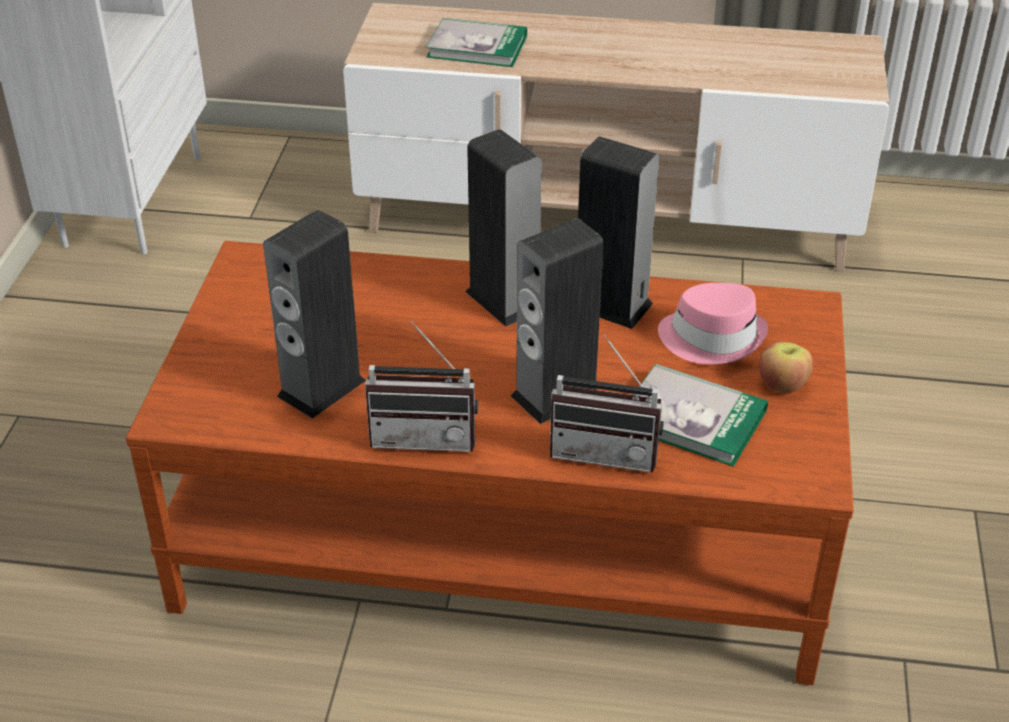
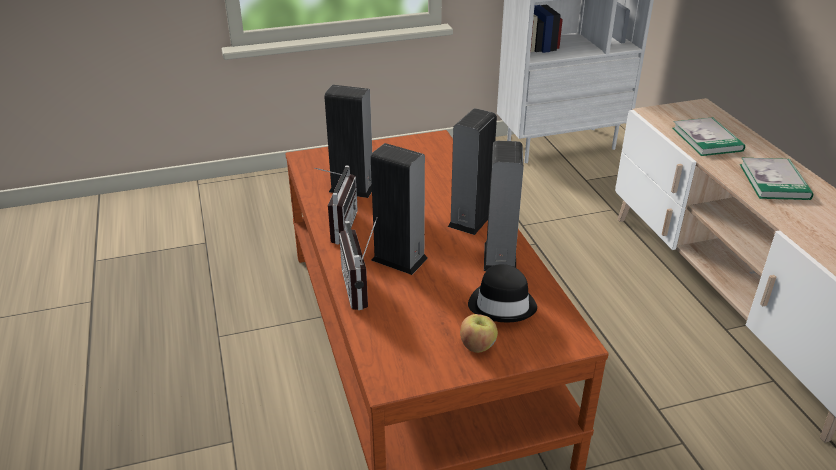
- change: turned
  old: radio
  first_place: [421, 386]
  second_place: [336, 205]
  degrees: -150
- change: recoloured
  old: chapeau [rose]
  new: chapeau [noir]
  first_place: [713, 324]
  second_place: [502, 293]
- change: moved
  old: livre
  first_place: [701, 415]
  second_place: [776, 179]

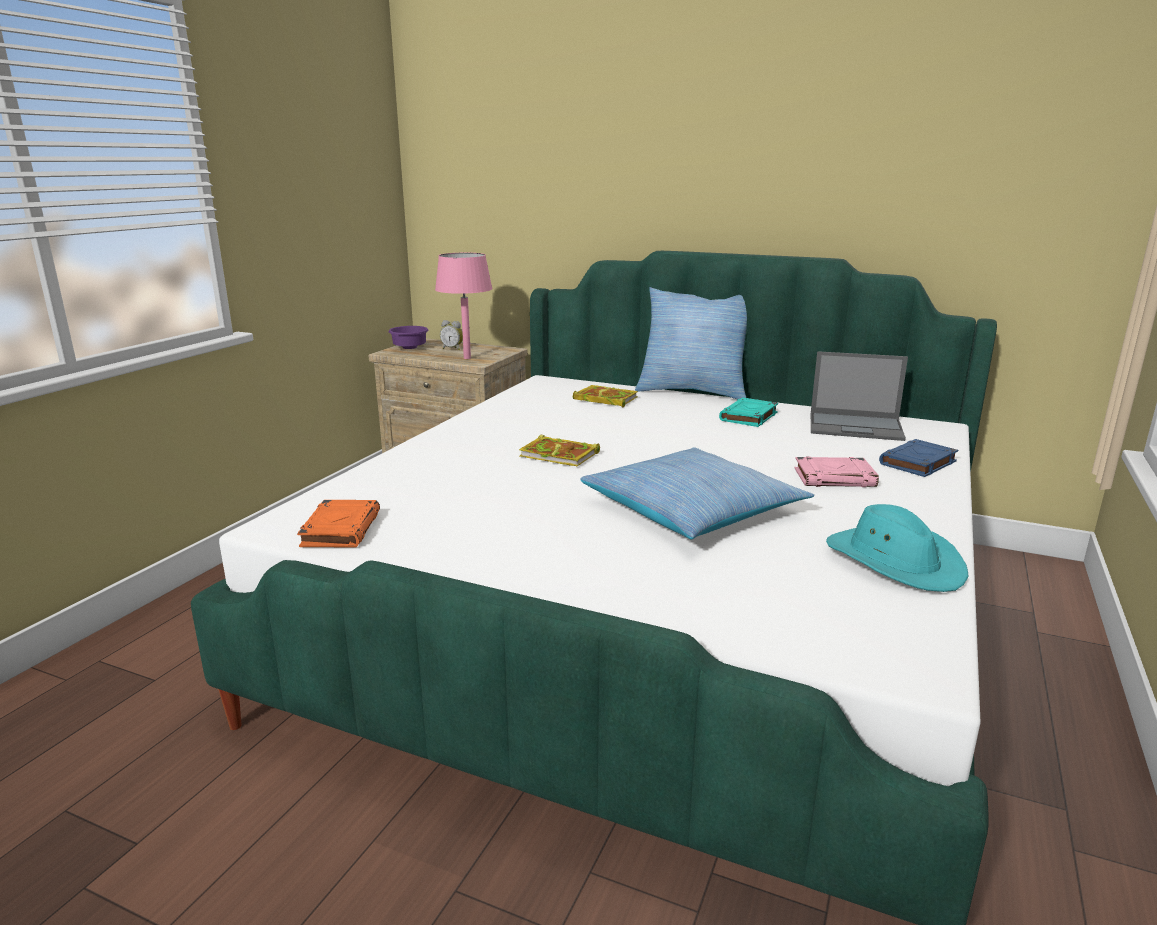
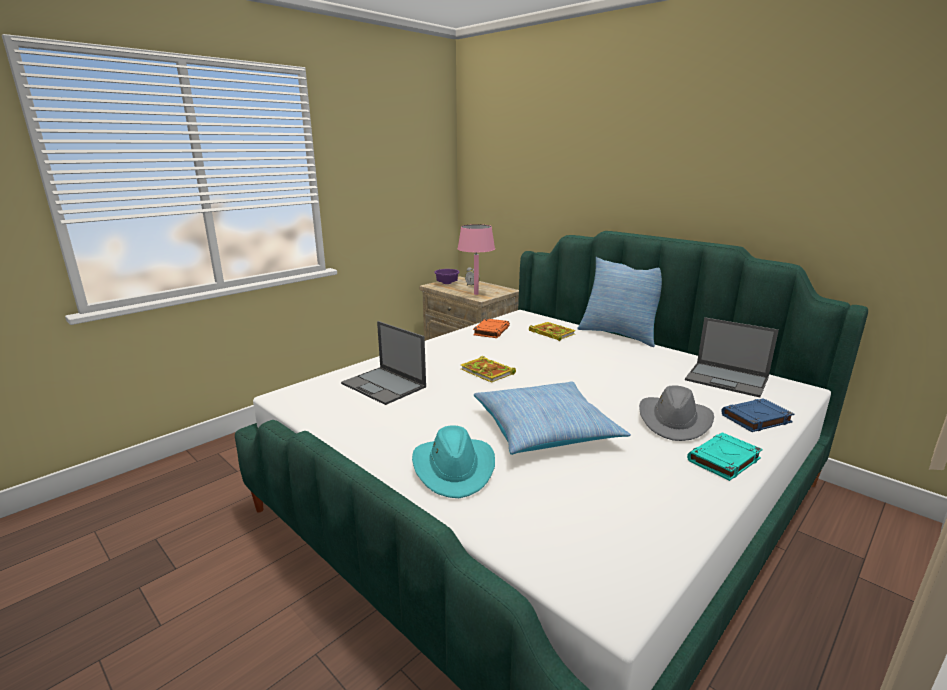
- change: added
  new: ordinateur portable
  second_place: [383, 363]
- change: moved
  old: chapeau [turquoise]
  first_place: [897, 548]
  second_place: [453, 461]
- change: moved
  old: livre [orange]
  first_place: [338, 524]
  second_place: [491, 328]
- change: replaced
  old: livre [rose]
  new: chapeau [gris]
  first_place: [836, 471]
  second_place: [676, 413]
- change: moved
  old: livre [turquoise]
  first_place: [748, 412]
  second_place: [725, 456]

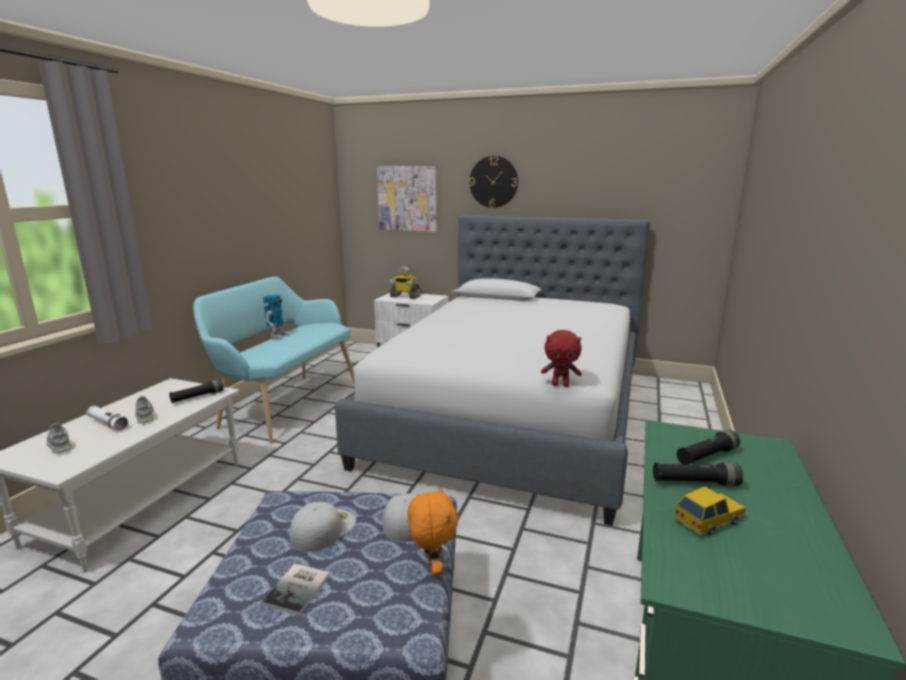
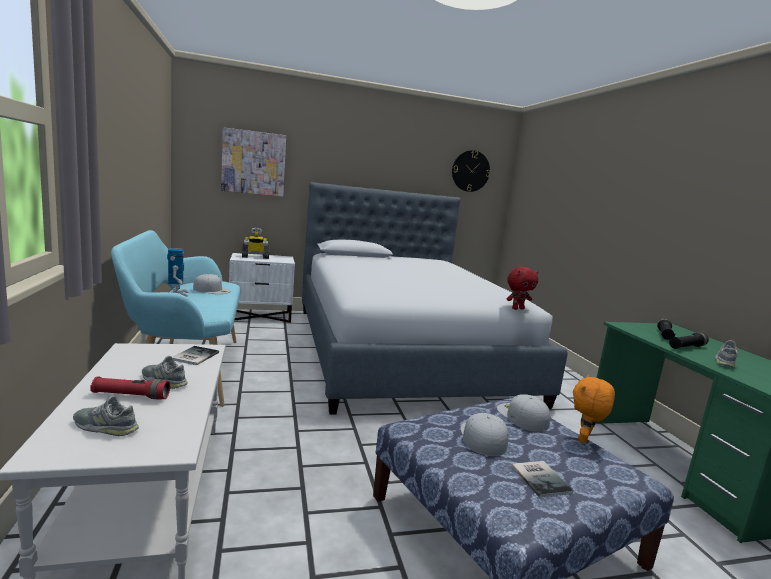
- change: recoloured
  old: lampe de poche [blanc]
  new: lampe de poche [rouge]
  first_place: [107, 418]
  second_place: [130, 388]
- change: replaced
  old: lampe de poche [noir]
  new: livre
  first_place: [196, 391]
  second_place: [195, 355]
- change: added
  new: casquette [blanc]
  second_place: [212, 284]
- change: moved
  old: horloge murale
  first_place: [493, 182]
  second_place: [471, 171]
- change: turned
  old: peluche [orange]
  first_place: [432, 531]
  second_place: [594, 409]
  degrees: -105
- change: replaced
  old: petite voiture
  new: chaussure [gris]
  first_place: [710, 511]
  second_place: [726, 354]

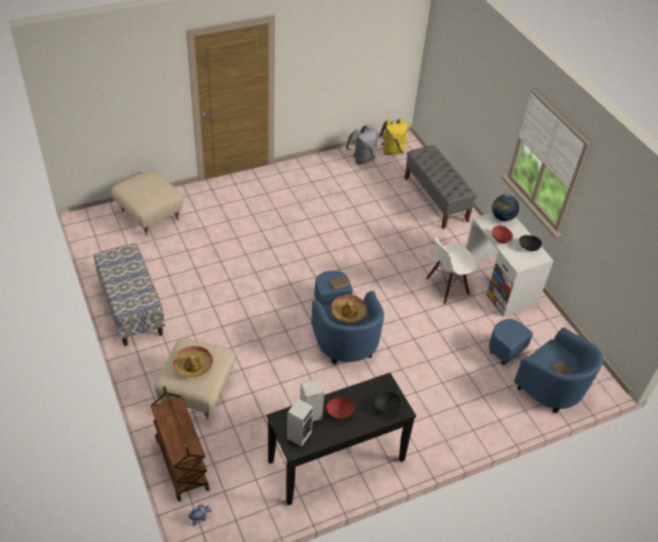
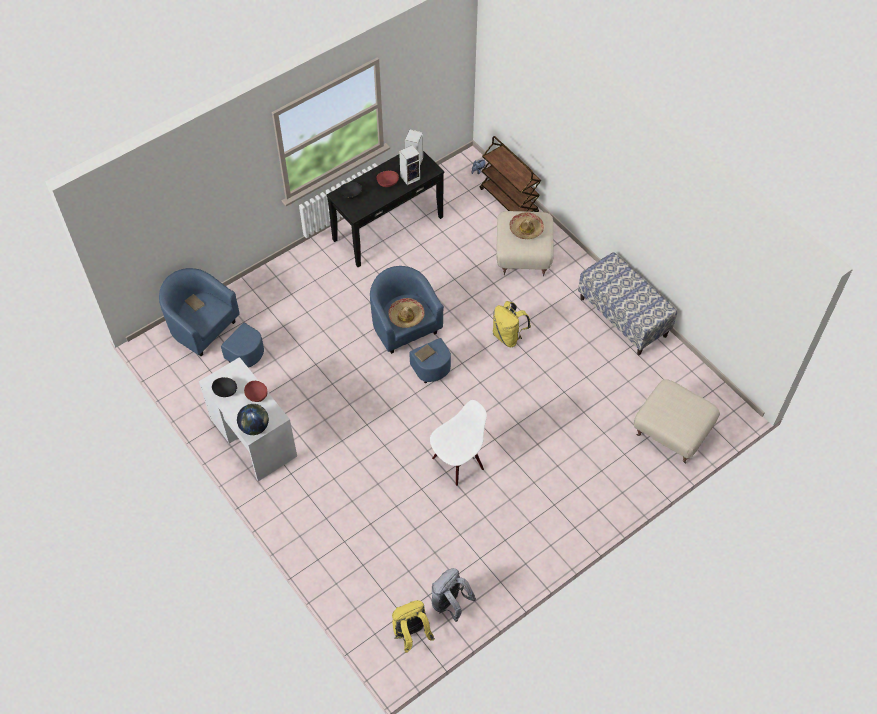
- change: moved
  old: chaise [blanc]
  first_place: [452, 270]
  second_place: [458, 443]
- change: added
  new: sac à dos [jaune]
  second_place: [512, 324]
- change: removed
  old: banc [gris]
  first_place: [441, 187]

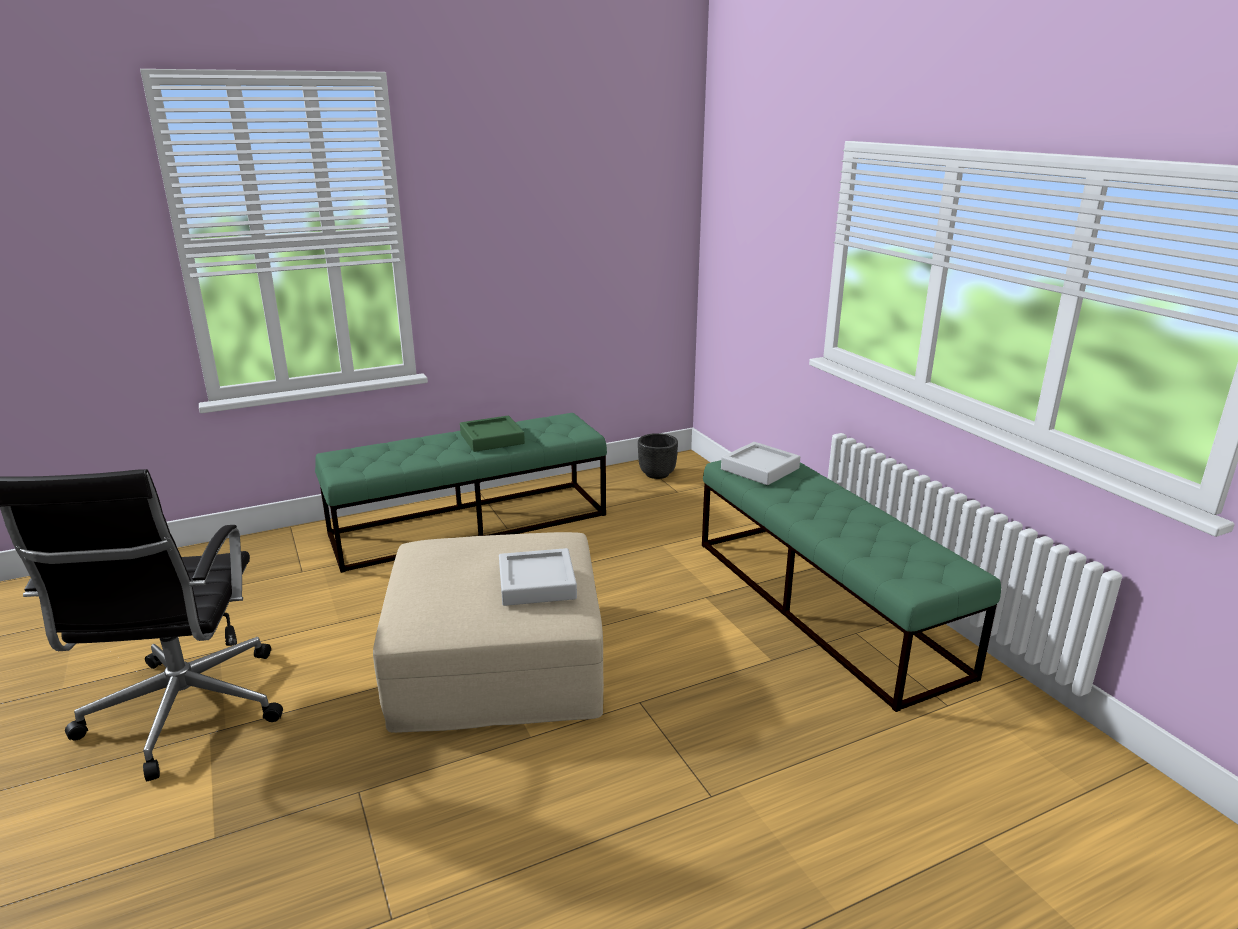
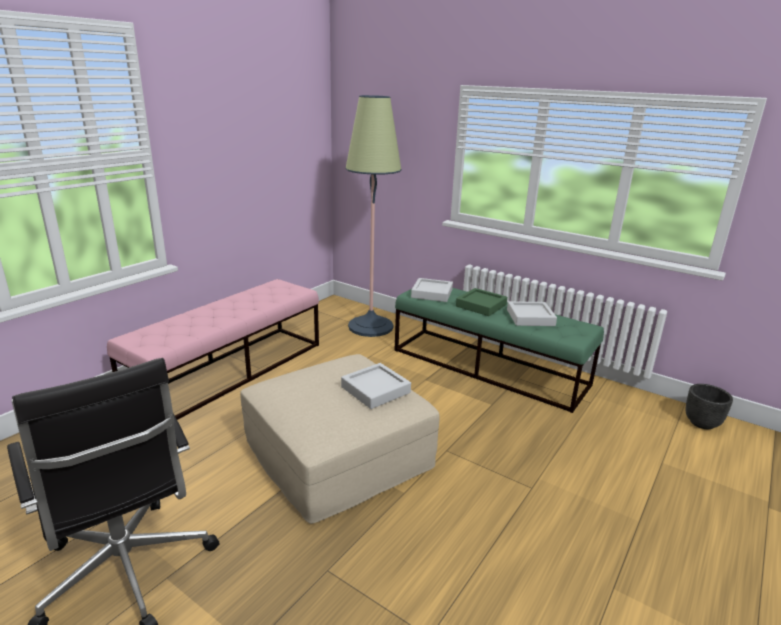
- change: recoloured
  old: banc [vert]
  new: banc [rose]
  first_place: [461, 493]
  second_place: [213, 349]
- change: added
  new: lampadaire
  second_place: [373, 216]
- change: moved
  old: plateau [vert]
  first_place: [492, 434]
  second_place: [481, 302]
- change: added
  new: plateau [gris]
  second_place: [532, 313]
- change: moved
  old: cache-pot [noir]
  first_place: [658, 456]
  second_place: [709, 406]

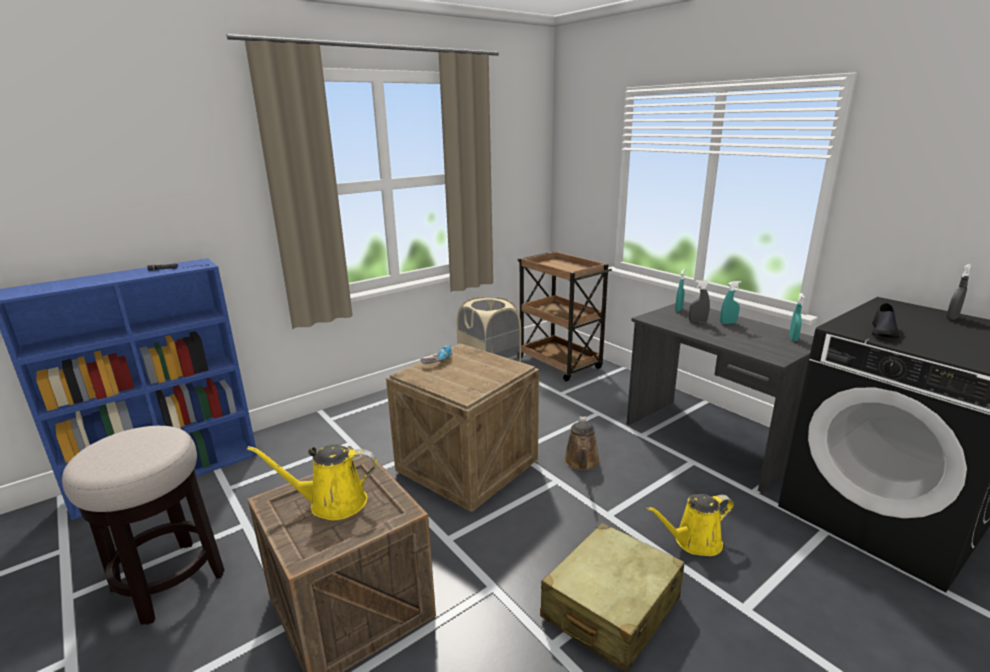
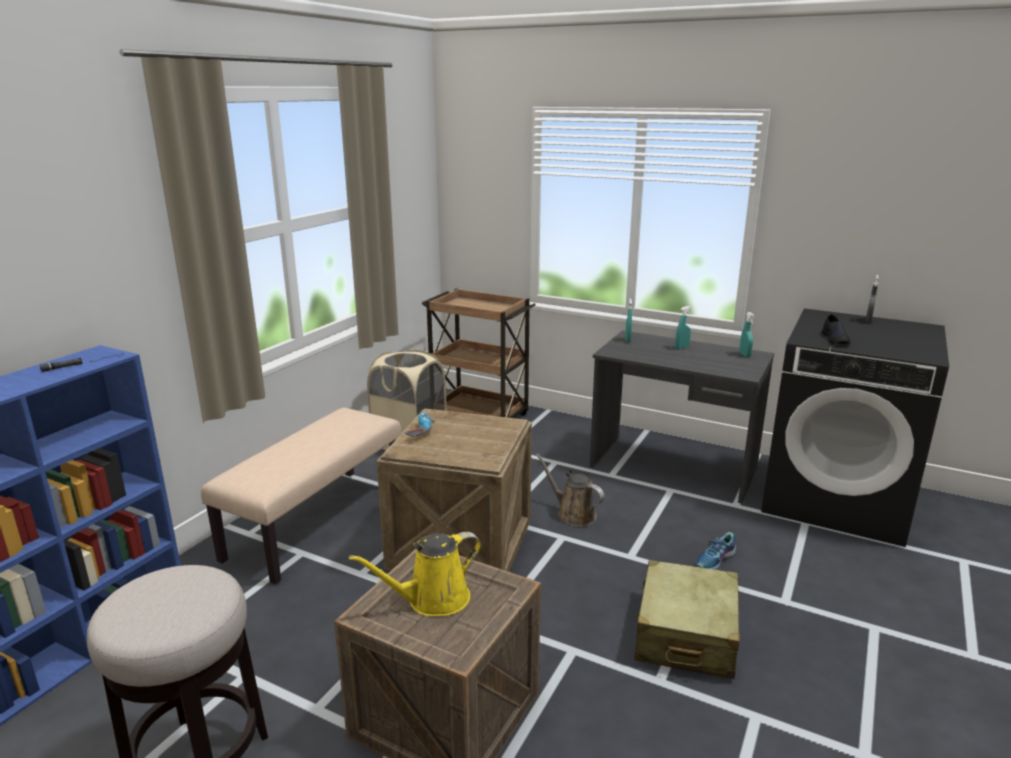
- change: added
  new: banc [beige]
  second_place: [301, 496]
- change: turned
  old: arrosoir [marron]
  first_place: [582, 444]
  second_place: [570, 489]
  degrees: 150
- change: replaced
  old: arrosoir [jaune]
  new: chaussure
  first_place: [690, 525]
  second_place: [716, 551]
- change: removed
  old: vaporisateur [gris]
  first_place: [699, 301]

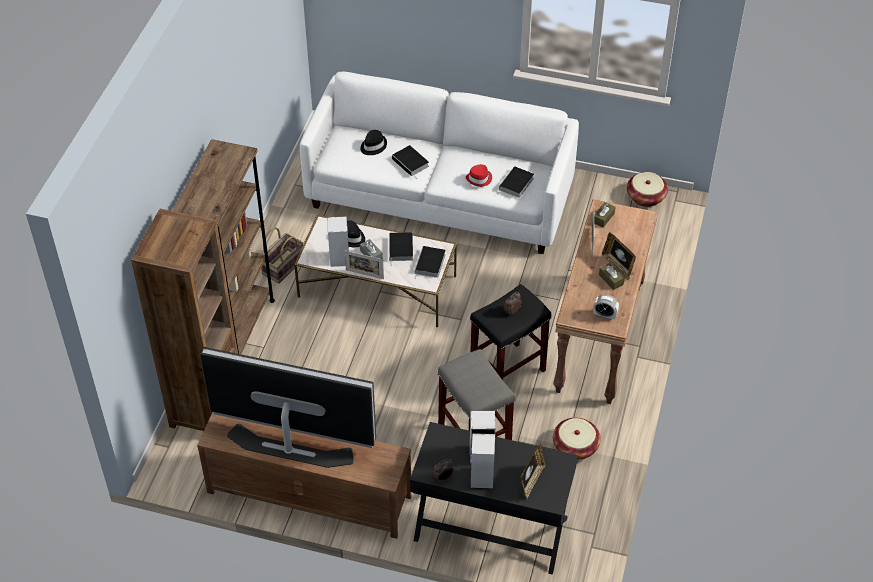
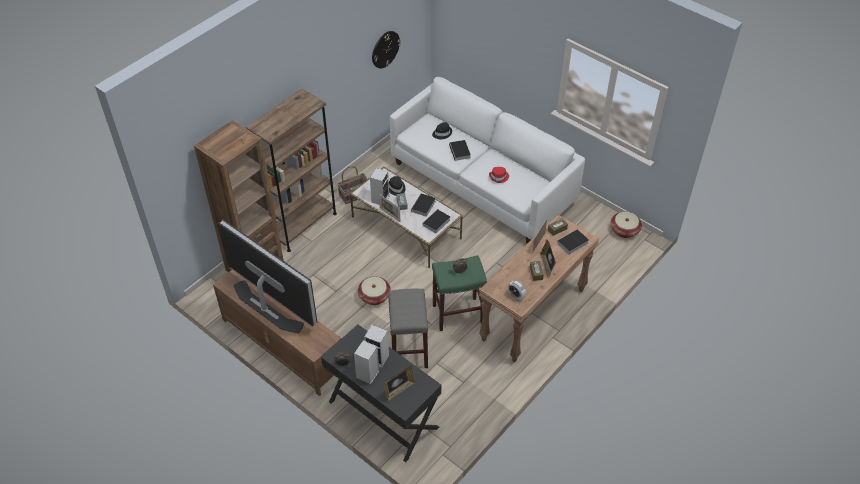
- change: moved
  old: panier
  first_place: [577, 439]
  second_place: [374, 291]
- change: added
  new: horloge murale
  second_place: [386, 49]
- change: recoloured
  old: tabouret [noir]
  new: tabouret [vert]
  first_place: [510, 332]
  second_place: [459, 293]
- change: moved
  old: livre
  first_place: [516, 182]
  second_place: [571, 242]

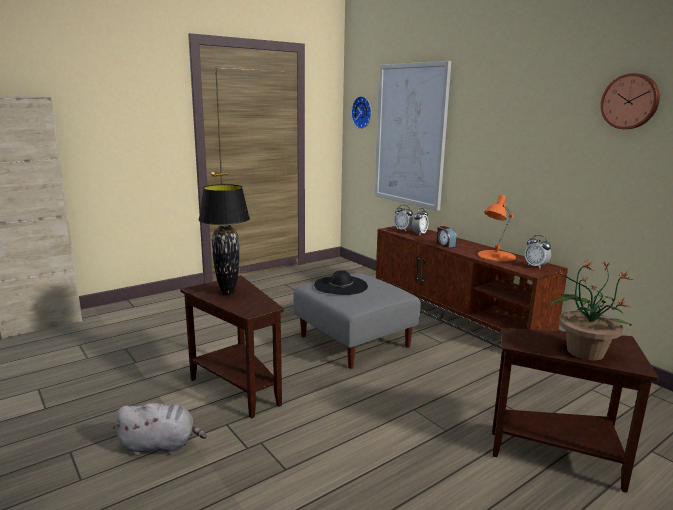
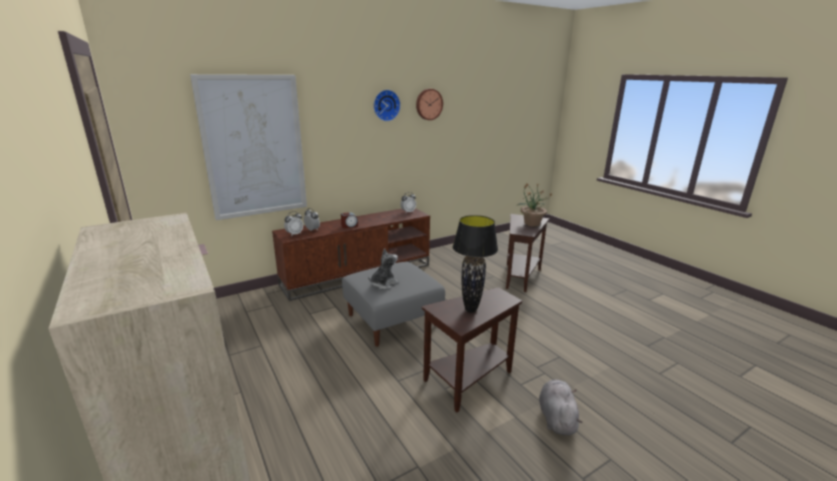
- change: replaced
  old: chapeau [noir]
  new: peluche
  first_place: [341, 282]
  second_place: [383, 268]
- change: moved
  old: horloge murale
  first_place: [361, 112]
  second_place: [387, 105]
- change: removed
  old: lampe de table [orange]
  first_place: [497, 228]

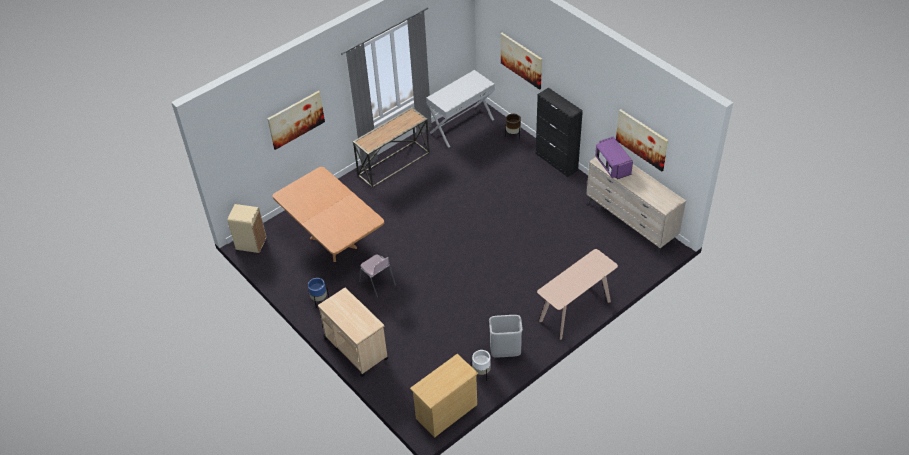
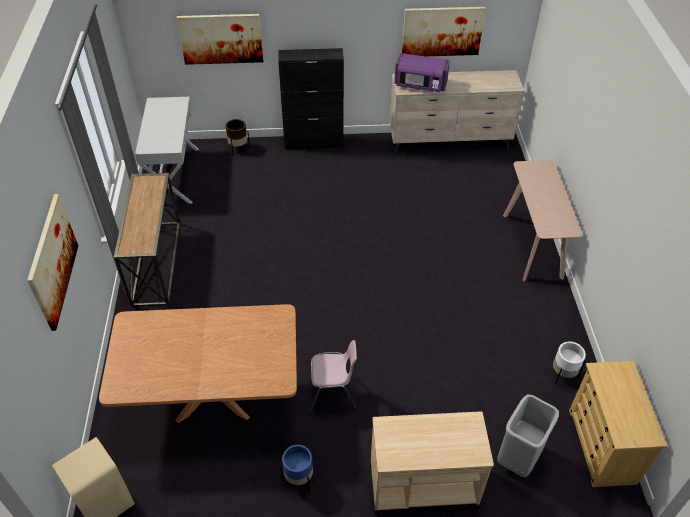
- change: moved
  old: poubelle [gris]
  first_place: [506, 336]
  second_place: [528, 435]

